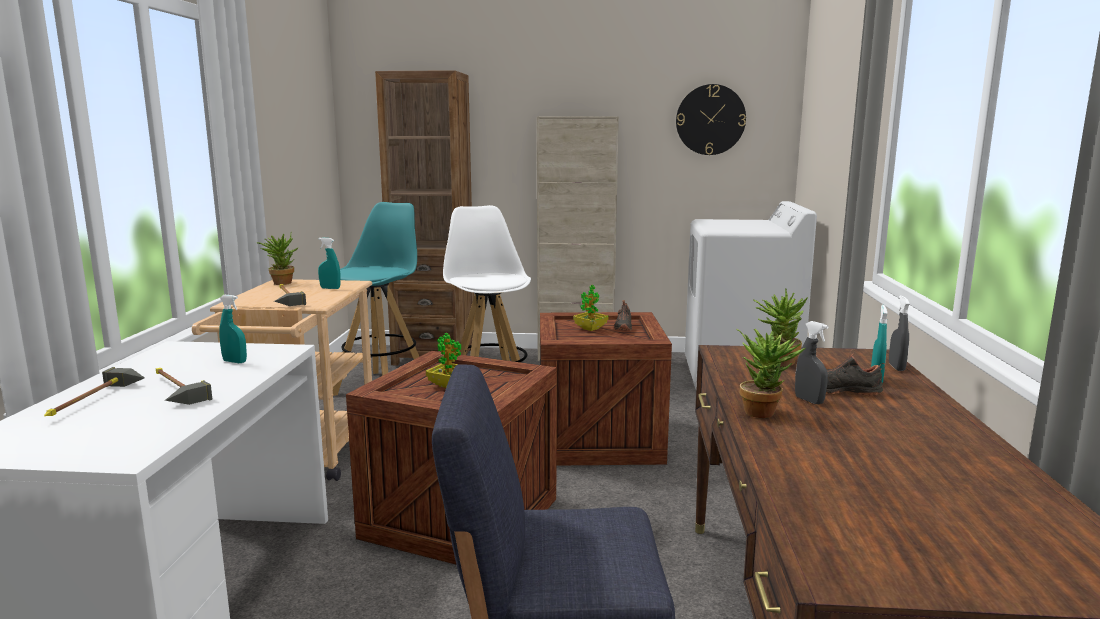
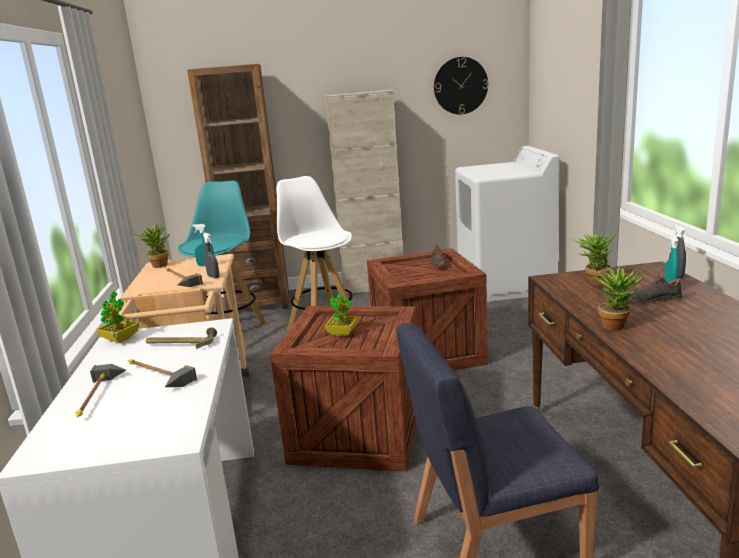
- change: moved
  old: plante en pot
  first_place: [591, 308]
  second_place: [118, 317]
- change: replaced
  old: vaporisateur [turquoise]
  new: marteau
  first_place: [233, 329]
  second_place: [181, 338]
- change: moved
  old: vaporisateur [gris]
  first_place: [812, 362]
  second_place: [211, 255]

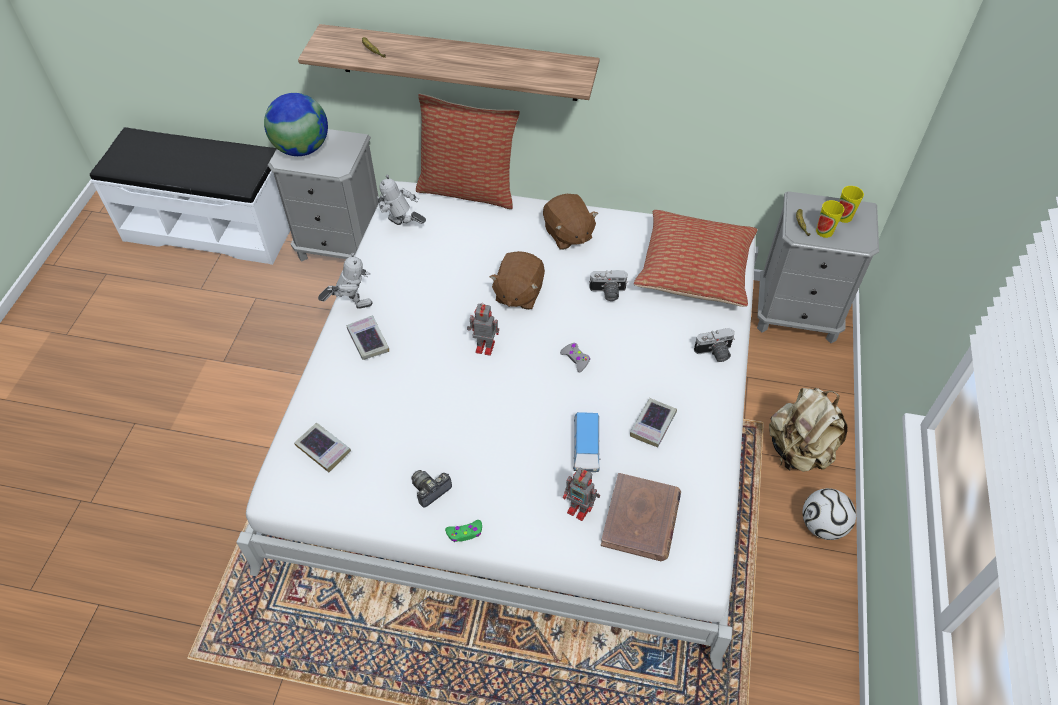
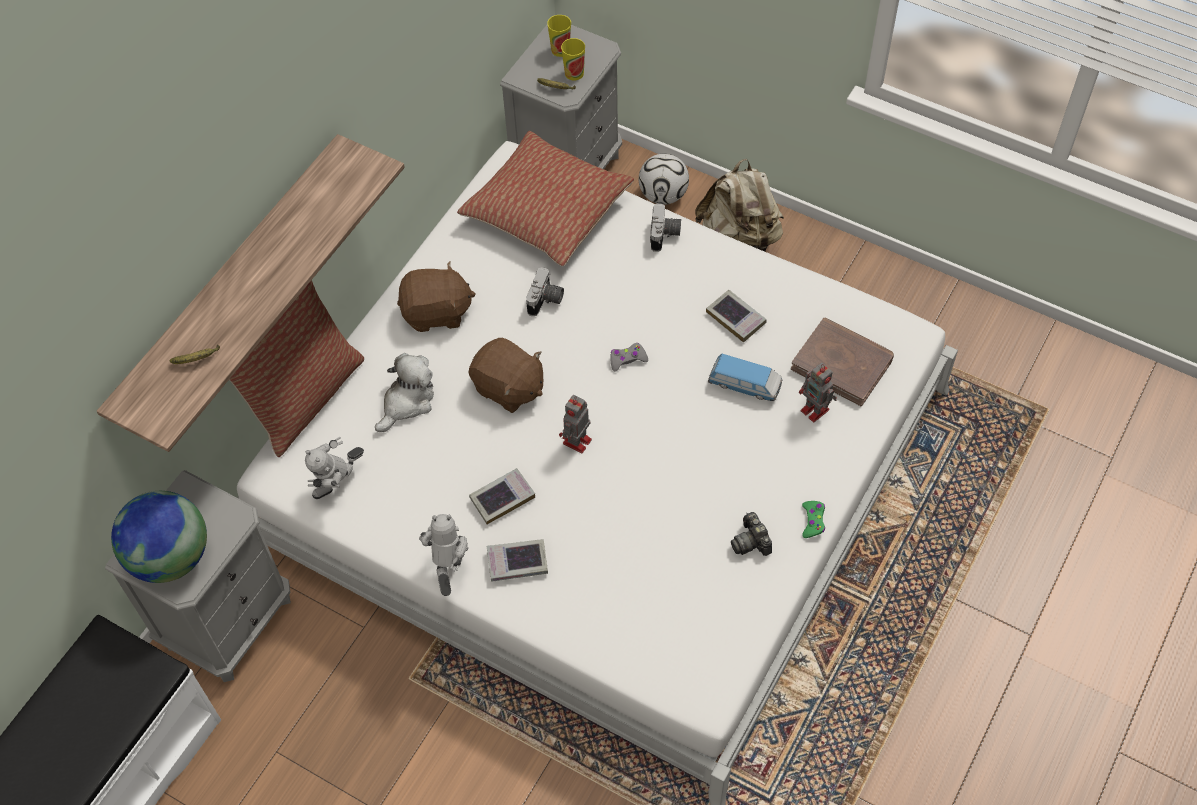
- change: added
  new: peluche
  second_place: [404, 392]
- change: moved
  old: livre
  first_place: [322, 447]
  second_place: [502, 496]
- change: moved
  old: ballon de foot
  first_place: [829, 514]
  second_place: [664, 179]
- change: turned
  old: robot jouet
  first_place: [581, 494]
  second_place: [818, 392]
  degrees: 90

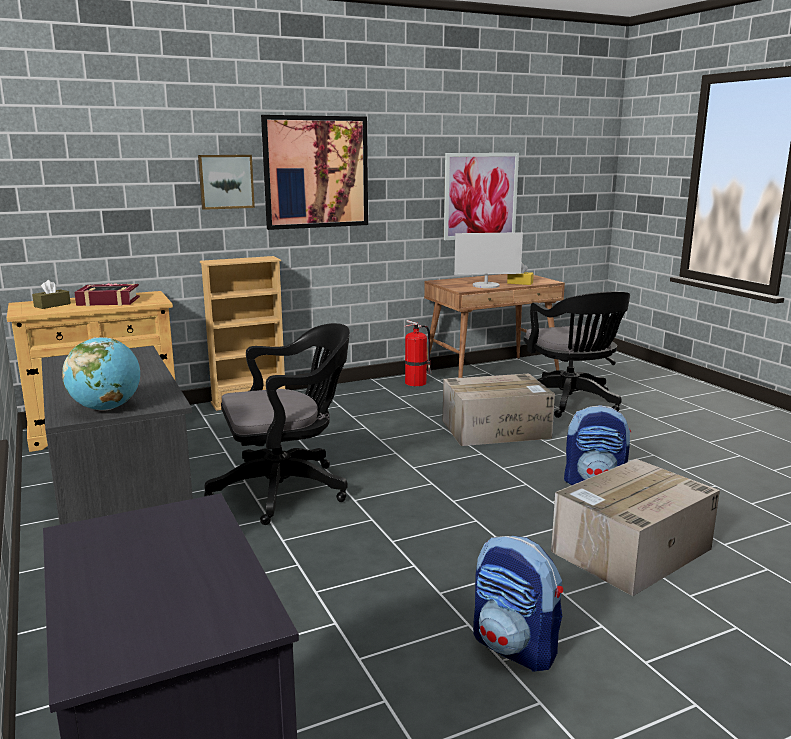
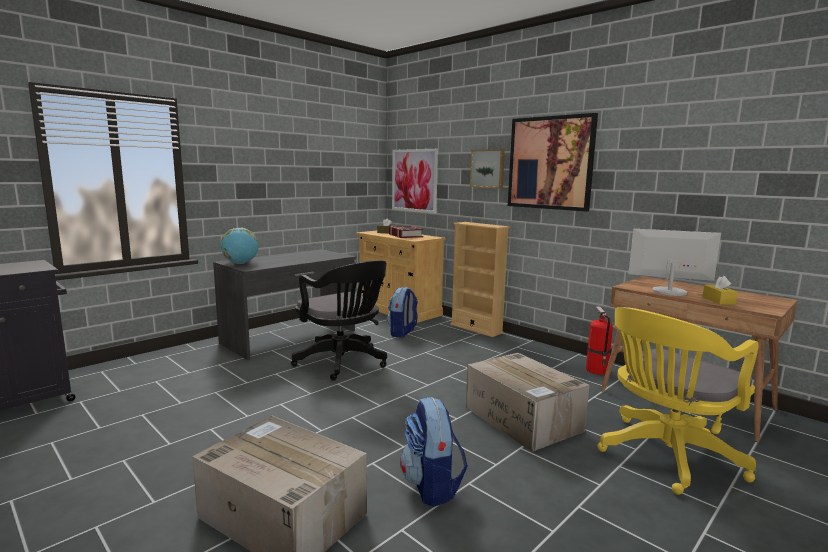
- change: moved
  old: sac à dos
  first_place: [518, 603]
  second_place: [402, 312]
- change: moved
  old: tableau
  first_place: [481, 196]
  second_place: [415, 181]
- change: recoloured
  old: chaise de bureau [noir]
  new: chaise de bureau [jaune]
  first_place: [576, 354]
  second_place: [678, 401]
- change: turned
  old: écran d'ordinateur
  first_place: [488, 260]
  second_place: [674, 262]
  degrees: 135

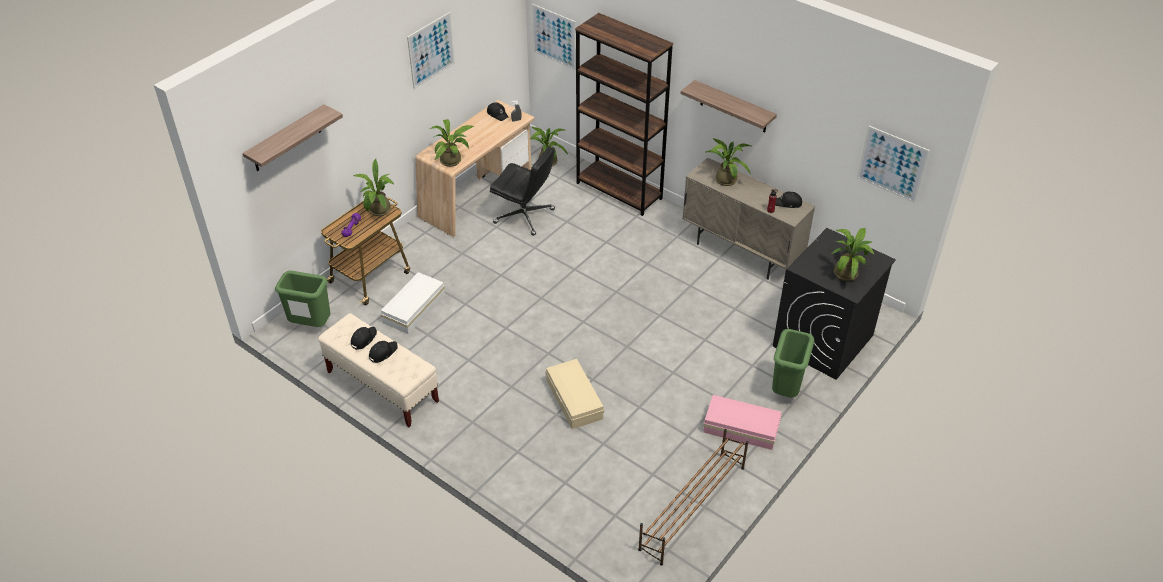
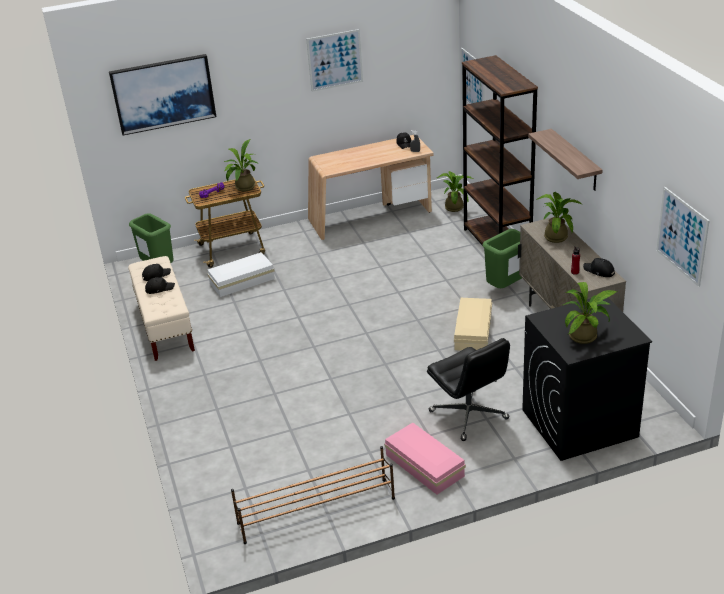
- change: replaced
  old: étagère
  new: tableau
  first_place: [293, 137]
  second_place: [162, 94]
- change: moved
  old: chaise de bureau [noir]
  first_place: [522, 191]
  second_place: [468, 389]
- change: moved
  old: boîte de rangement [beige]
  first_place: [574, 394]
  second_place: [473, 324]
- change: moved
  old: poubelle [vert]
  first_place: [793, 363]
  second_place: [502, 258]
- change: removed
  old: plante en pot
  first_place: [452, 143]

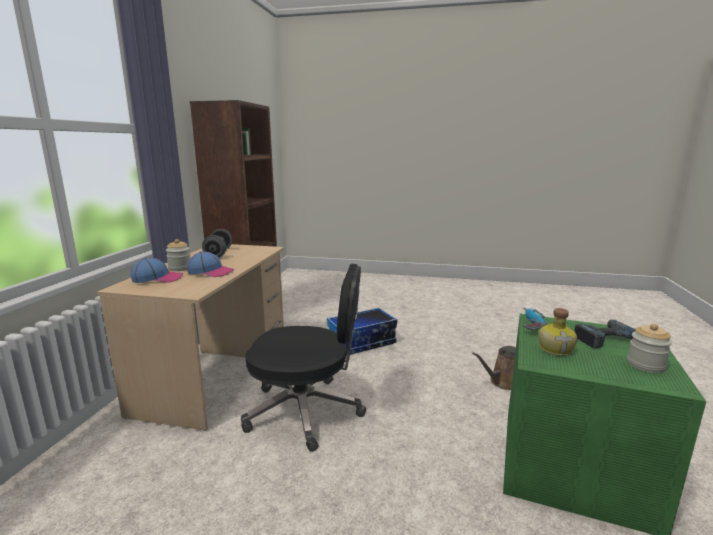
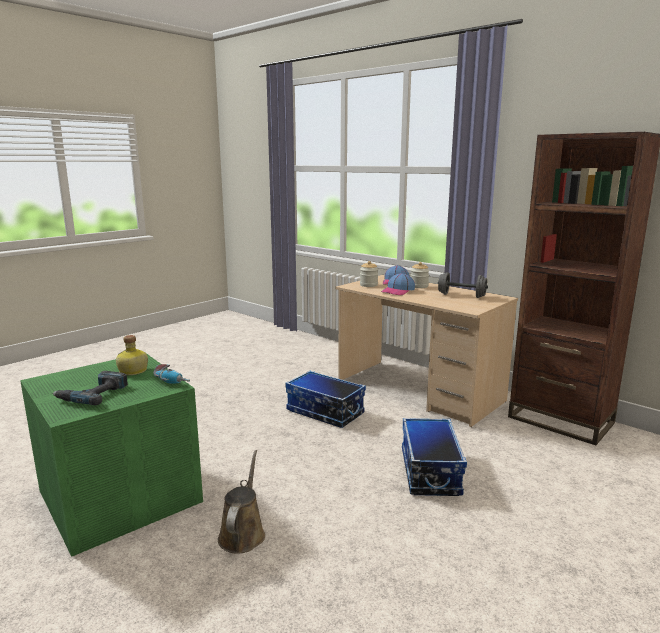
- change: replaced
  old: chaise de bureau [noir]
  new: boîte de rangement
  first_place: [303, 358]
  second_place: [325, 399]
- change: moved
  old: bocal
  first_place: [649, 348]
  second_place: [369, 274]

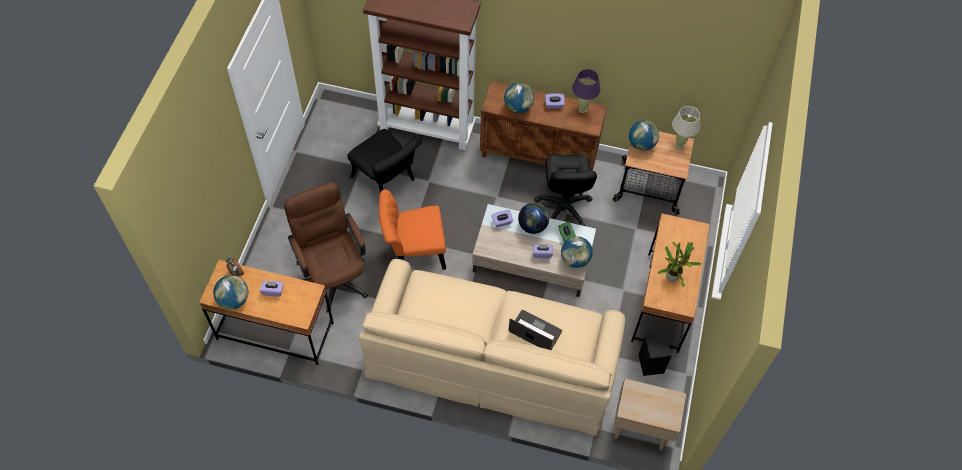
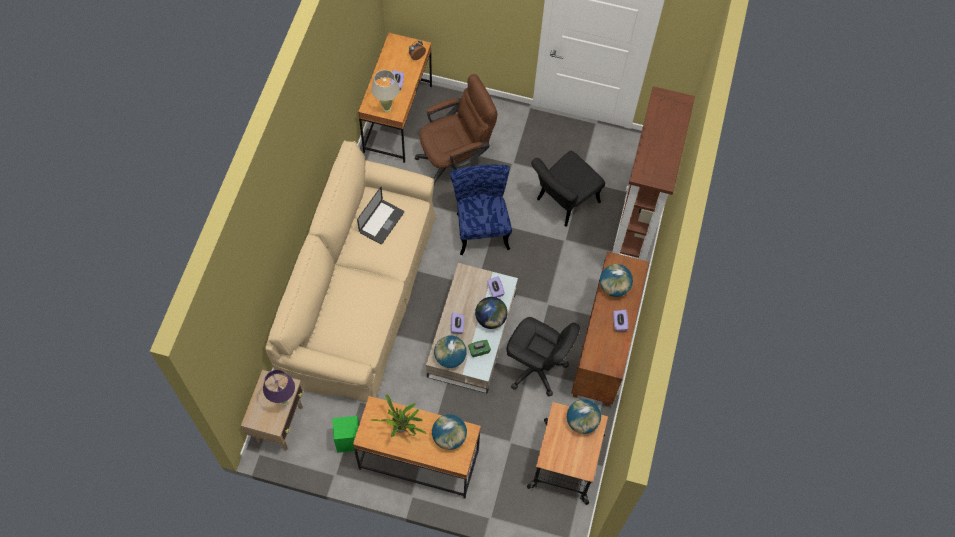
- change: moved
  old: lampe de table [violet]
  first_place: [586, 91]
  second_place: [279, 387]
- change: recoloured
  old: enceinte [noir]
  new: enceinte [vert]
  first_place: [655, 355]
  second_place: [345, 434]
- change: moved
  old: ordinateur portable
  first_place: [535, 330]
  second_place: [380, 215]
- change: moved
  old: lampe de table [beige]
  first_place: [686, 127]
  second_place: [385, 91]
- change: moved
  old: globe
  first_place: [230, 292]
  second_place: [449, 432]
- change: recoloured
  old: chaise [orange]
  new: chaise [bleu]
  first_place: [412, 229]
  second_place: [481, 209]
- change: turned
  old: chaise de bureau [noir]
  first_place: [565, 190]
  second_place: [543, 357]
  degrees: -150

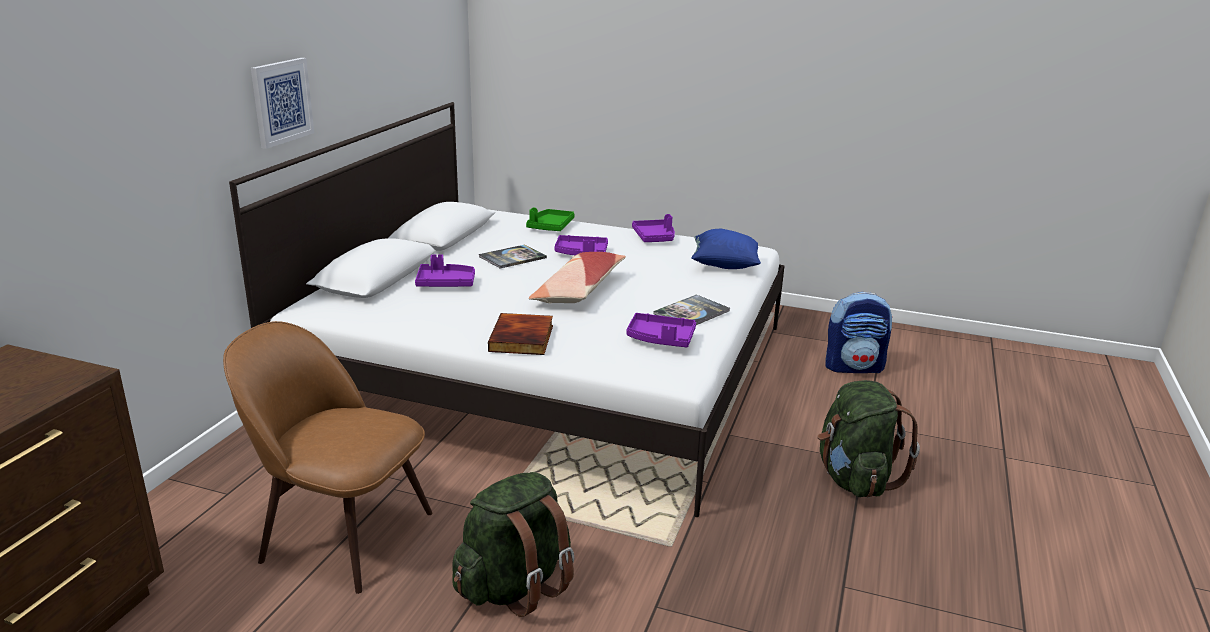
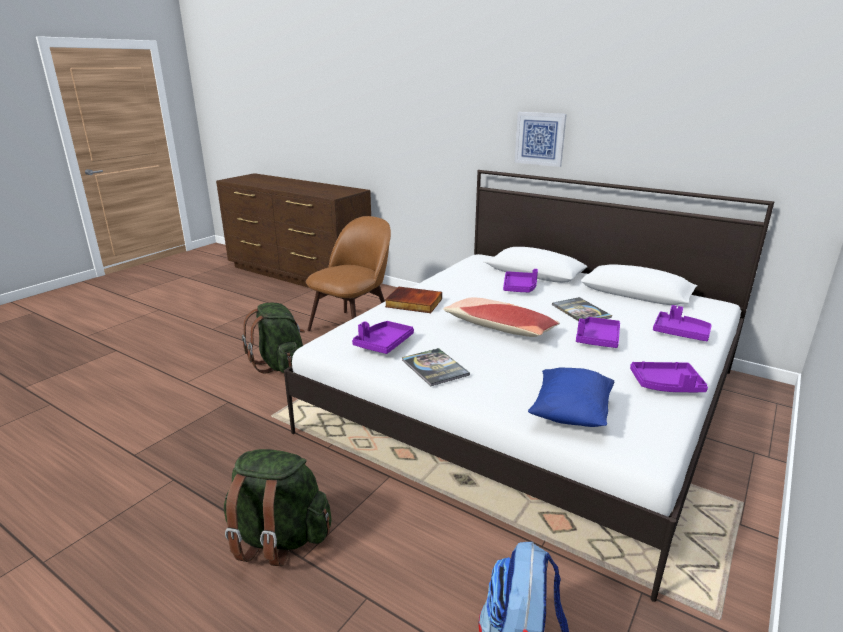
- change: recoloured
  old: plateau [vert]
  new: plateau [violet]
  first_place: [550, 219]
  second_place: [682, 323]

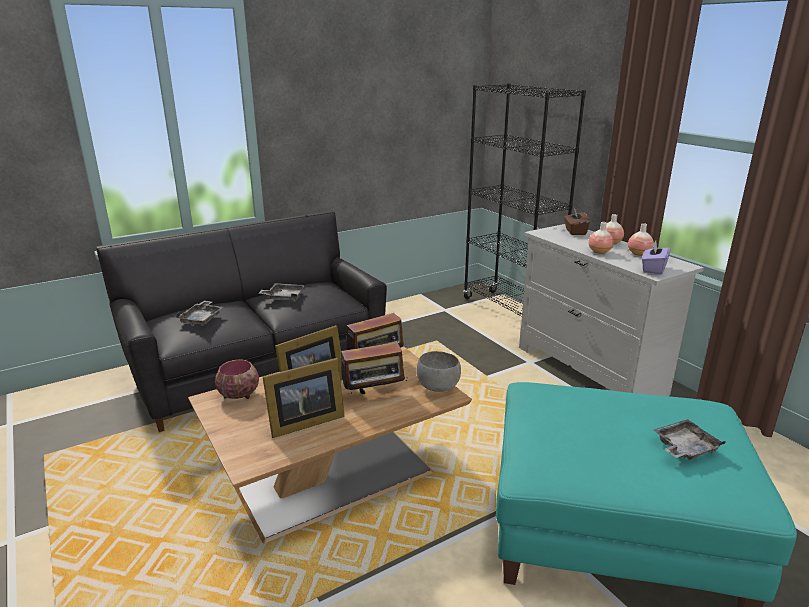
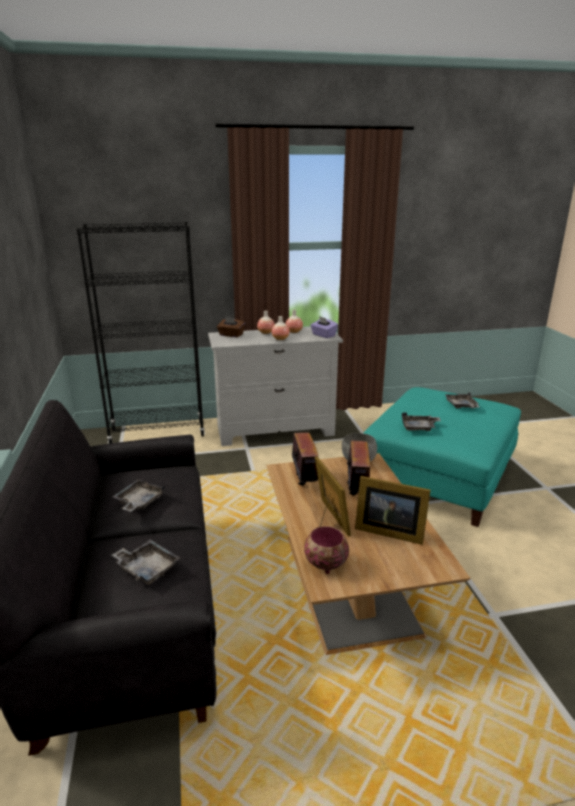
- change: turned
  old: cadre photo
  first_place: [303, 398]
  second_place: [393, 510]
  degrees: 120
- change: added
  new: plateau [gris]
  second_place: [421, 422]

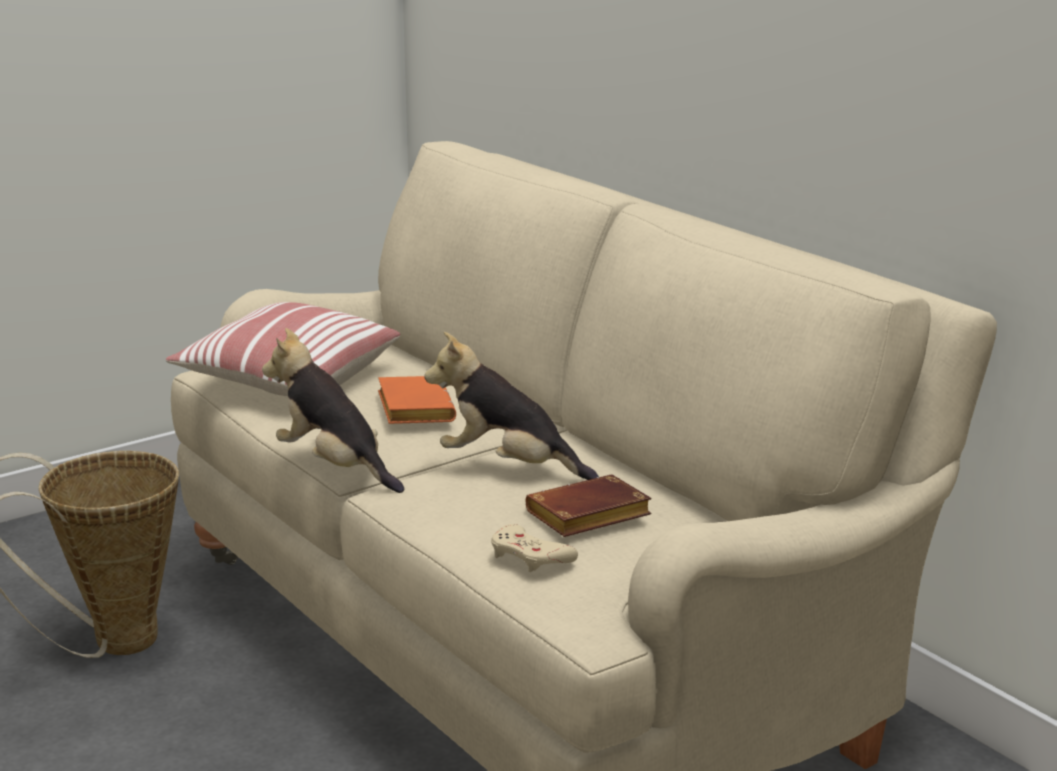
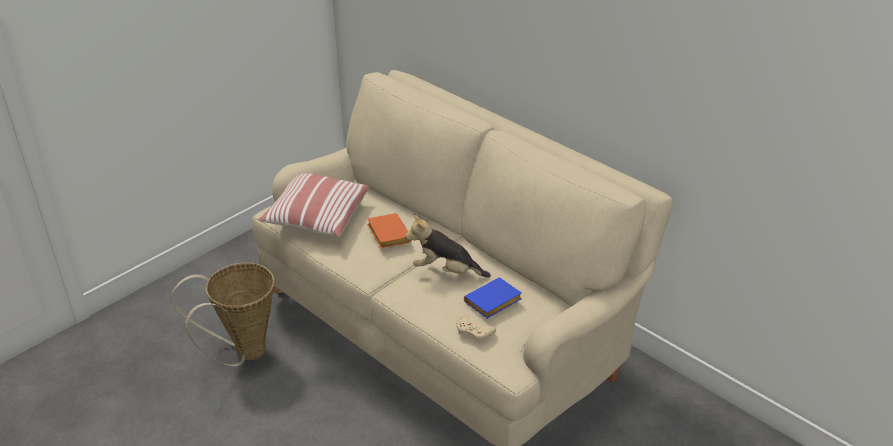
- change: recoloured
  old: livre [marron]
  new: livre [bleu]
  first_place: [588, 505]
  second_place: [493, 298]
- change: removed
  old: peluche
  first_place: [333, 410]

